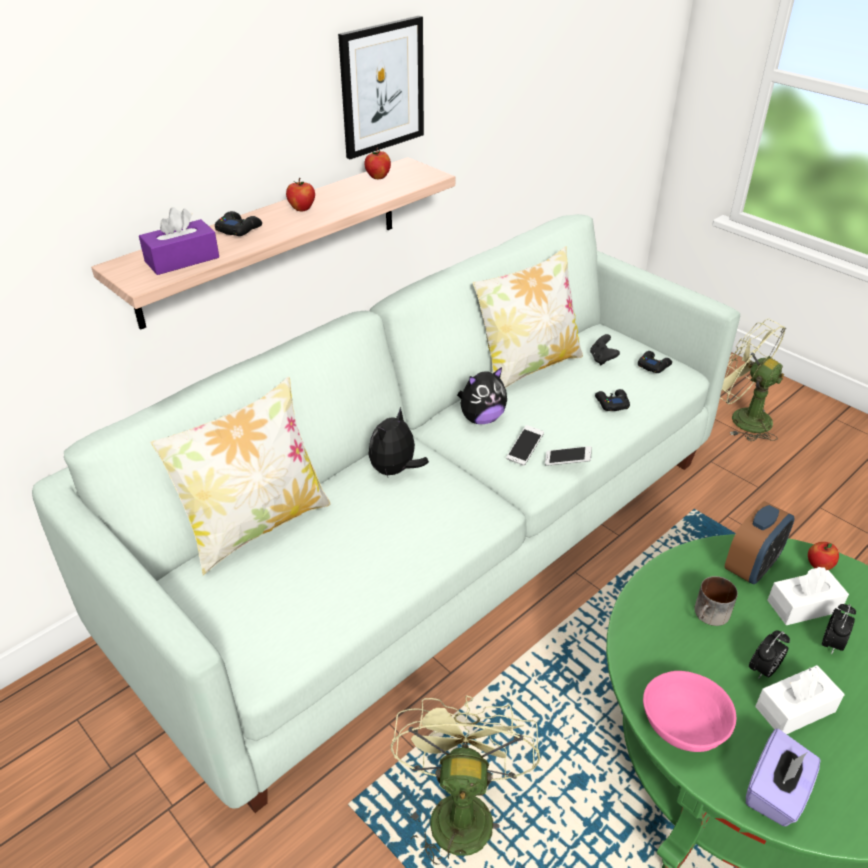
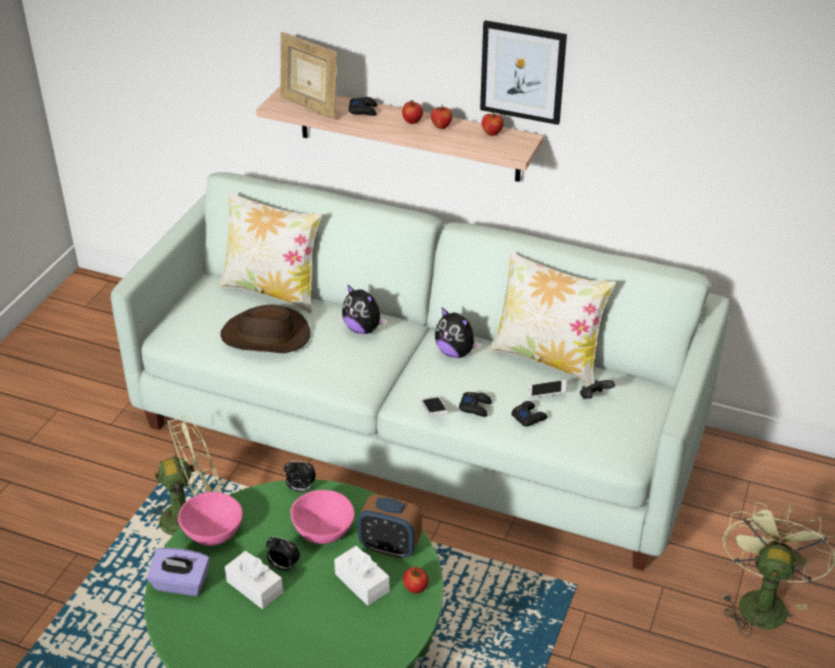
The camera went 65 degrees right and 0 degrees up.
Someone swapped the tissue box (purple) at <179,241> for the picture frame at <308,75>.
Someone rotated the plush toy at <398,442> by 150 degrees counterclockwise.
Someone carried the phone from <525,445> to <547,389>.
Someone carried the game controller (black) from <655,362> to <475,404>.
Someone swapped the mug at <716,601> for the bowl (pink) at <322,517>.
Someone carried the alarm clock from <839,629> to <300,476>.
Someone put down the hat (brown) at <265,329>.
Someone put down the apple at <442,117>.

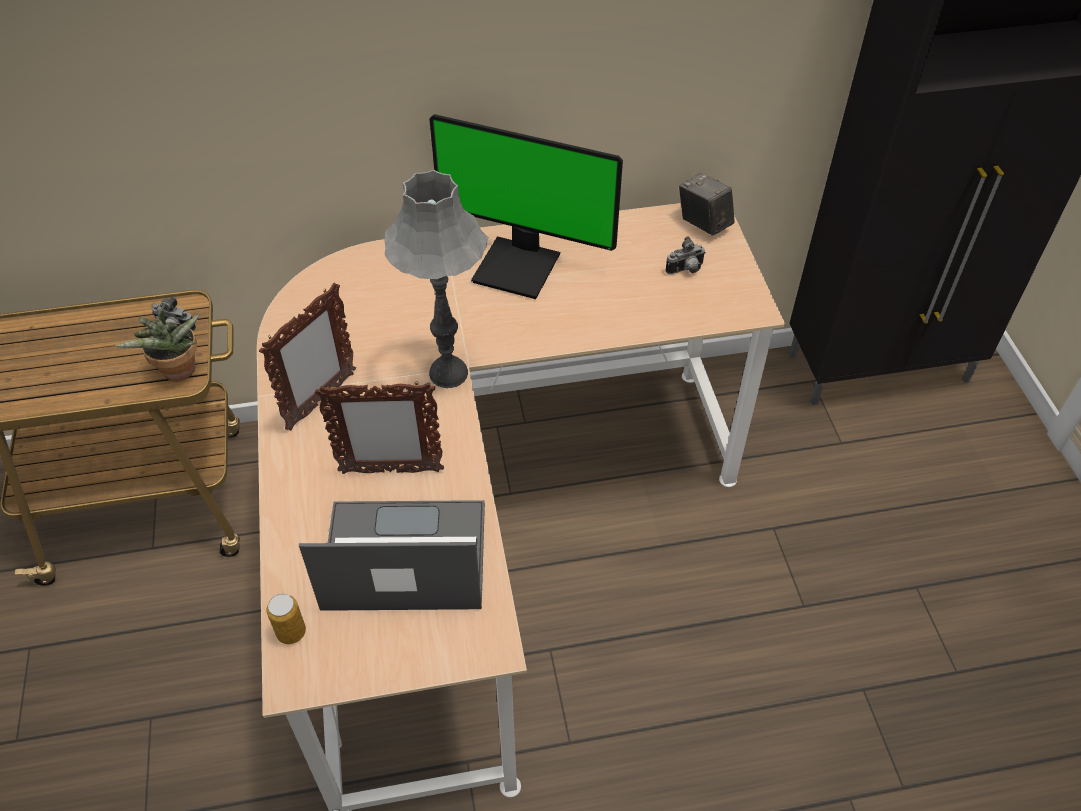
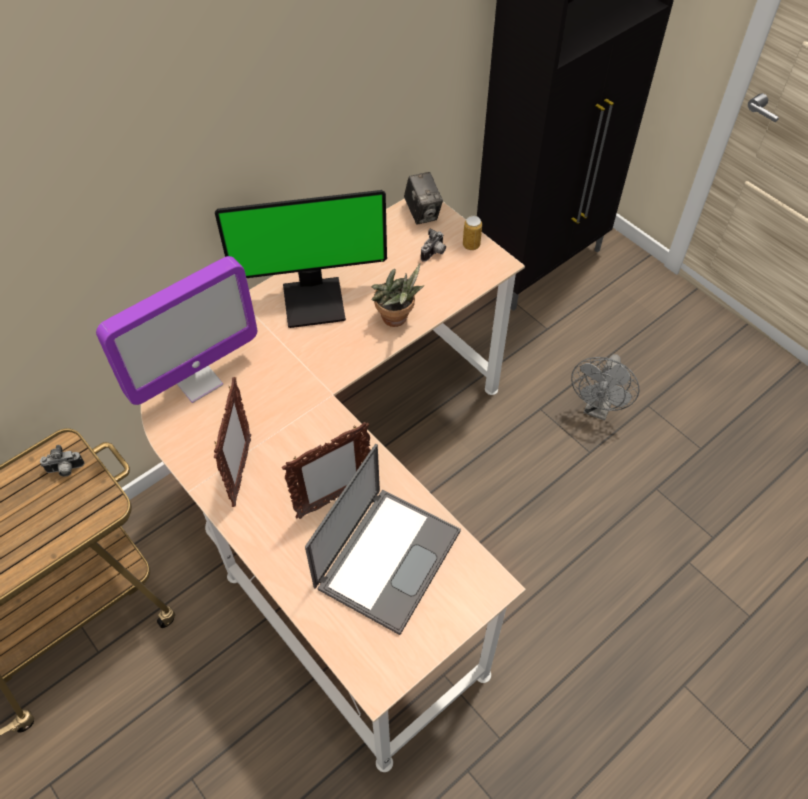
The camera went 30 degrees left and 5 degrees up.
Someone carried the potted plant from <157,344> to <397,295>.
Someone carried the can from <286,619> to <472,233>.
Someone rotated the laptop at <392,555> by 150 degrees clockwise.
Someone took away the table lamp (grey) at <436,279>.
Someone rotated the photo camera at <707,204> by 135 degrees counterclockwise.
Someone put down the monitor at <177,330>.
Someone put down the fan (grey) at <605,387>.

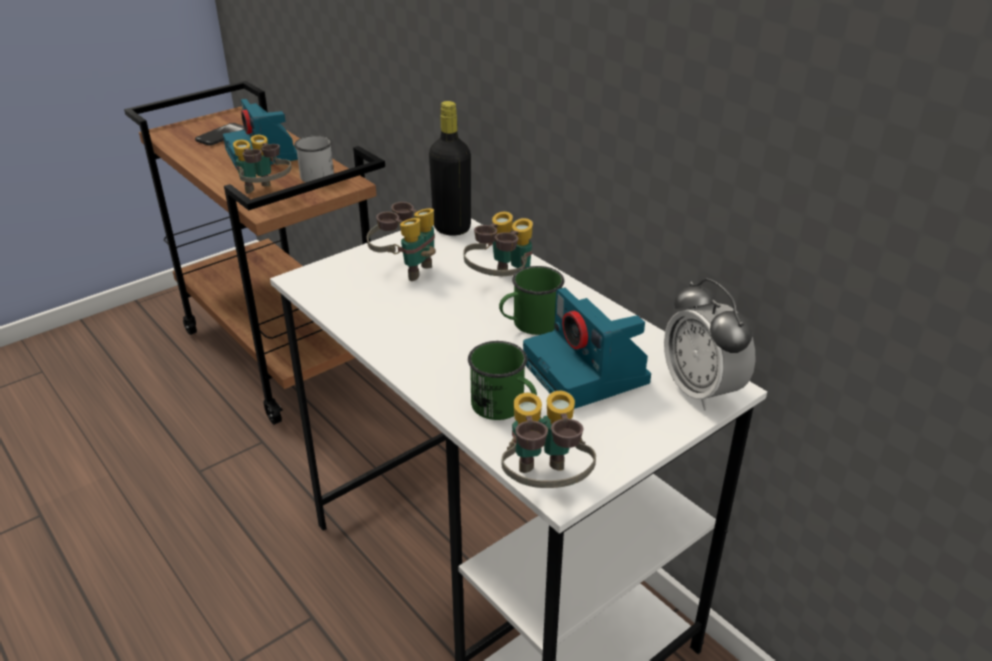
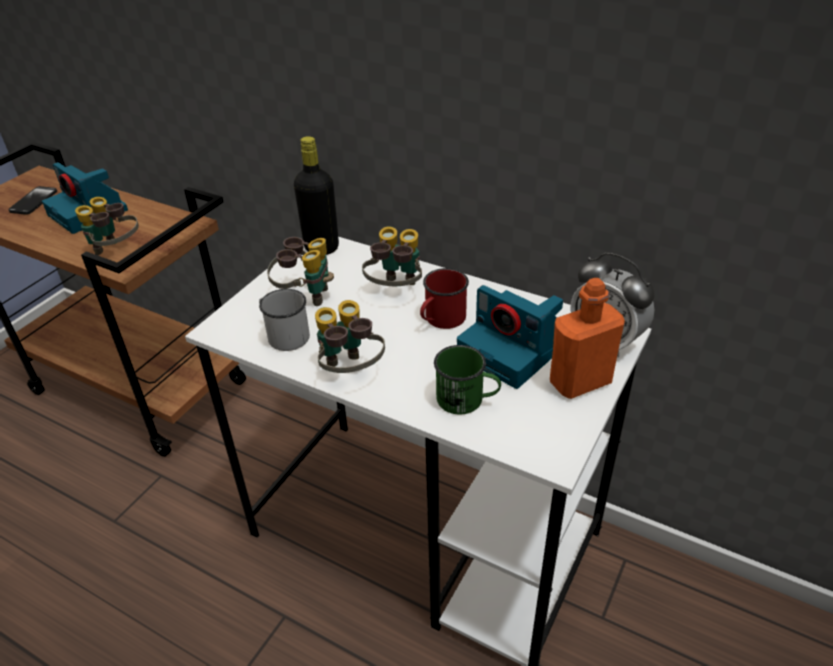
The camera went 20 degrees left and 5 degrees up.
Someone carried the mug (white) from <314,159> to <284,320>.
Someone repainted the mug (green) at <531,300>, which became the mug (red) at <444,298>.
Someone carried the binoculars from <549,439> to <350,336>.
Someone put down the bottle (orange) at <587,338>.

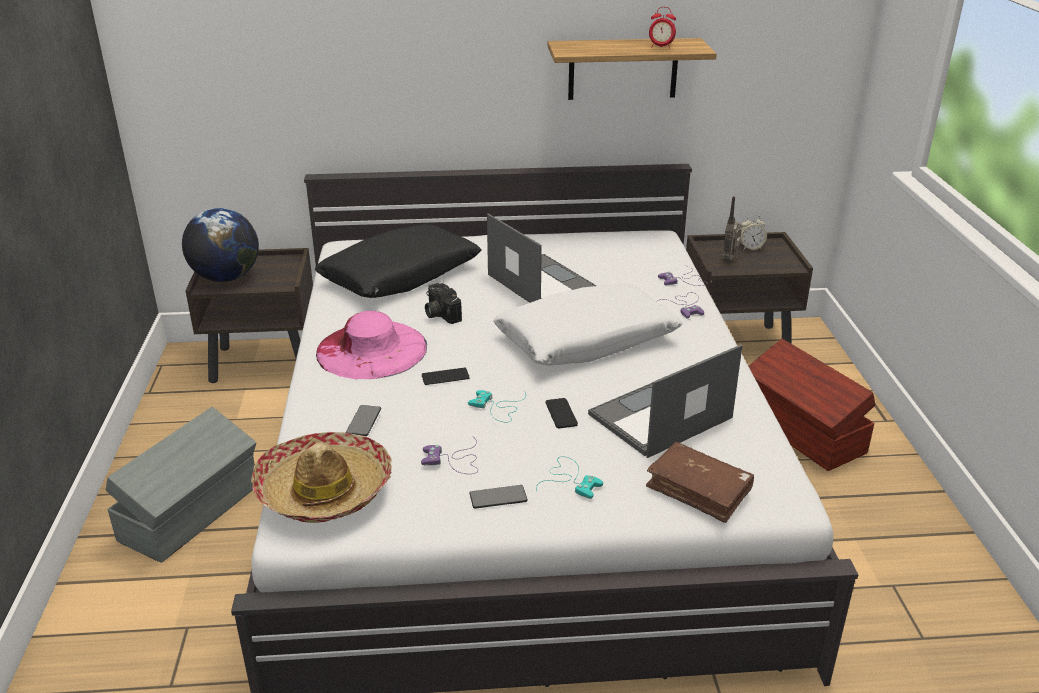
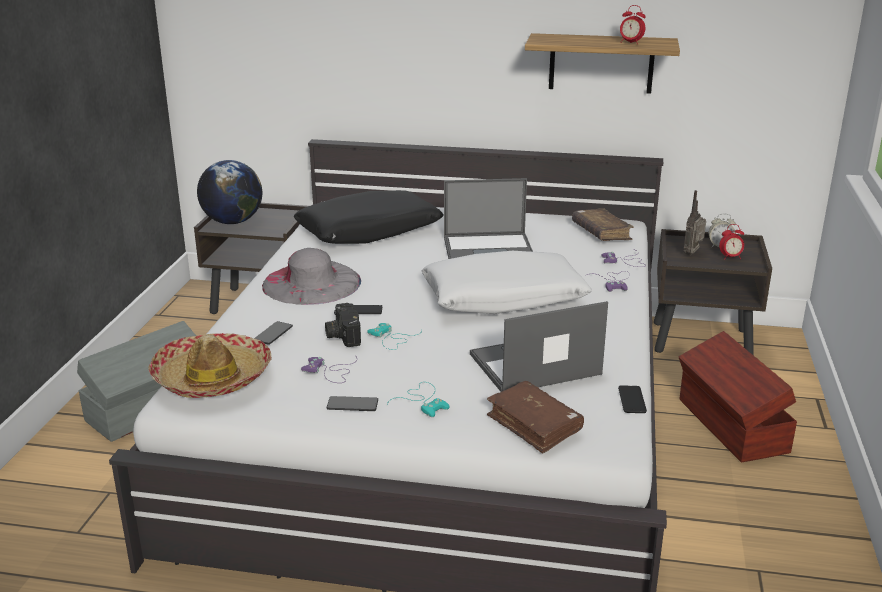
The camera went 15 degrees right and 5 degrees down.
Someone repainted the hat (pink) at <371,345>, which became the hat (grey) at <311,276>.
Someone carried the photo camera from <443,303> to <343,325>.
Someone rotated the laptop at <542,258> by 105 degrees clockwise.
Someone carried the phone from <562,413> to <632,399>.
Someone put down the book (brown) at <603,225>.
Someone put down the alarm clock at <731,242>.

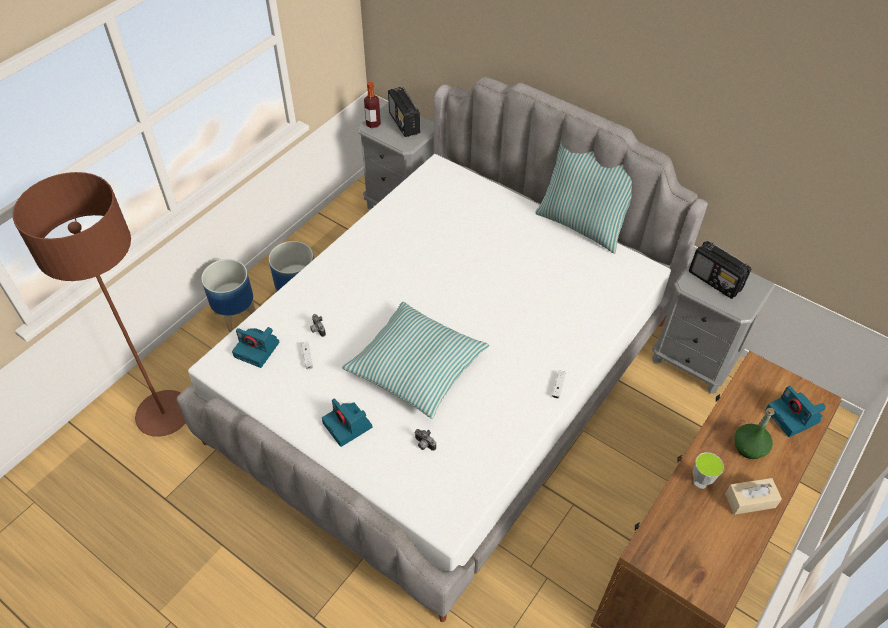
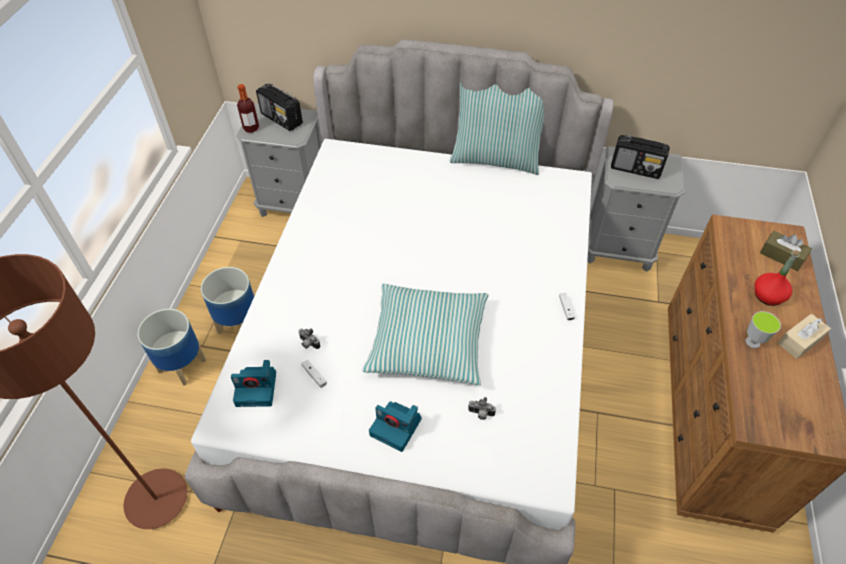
The camera went 25 degrees left and 0 degrees up.
Someone repainted the bottle (green) at <754,433>, which became the bottle (red) at <777,278>.
Someone swapped the photo camera at <796,411> for the tissue box (brown) at <786,251>.

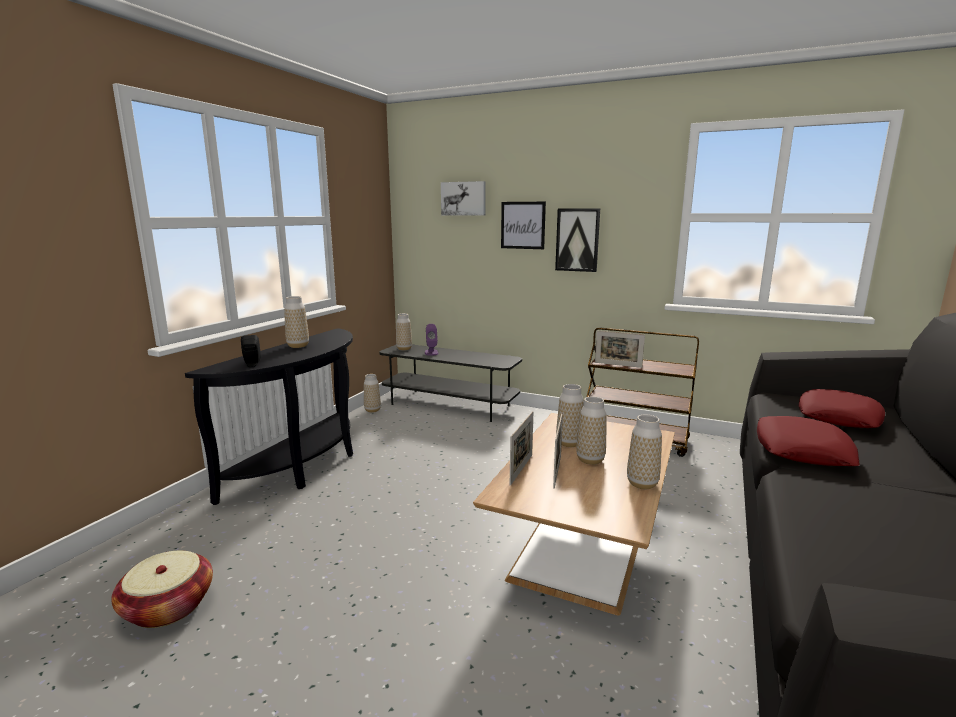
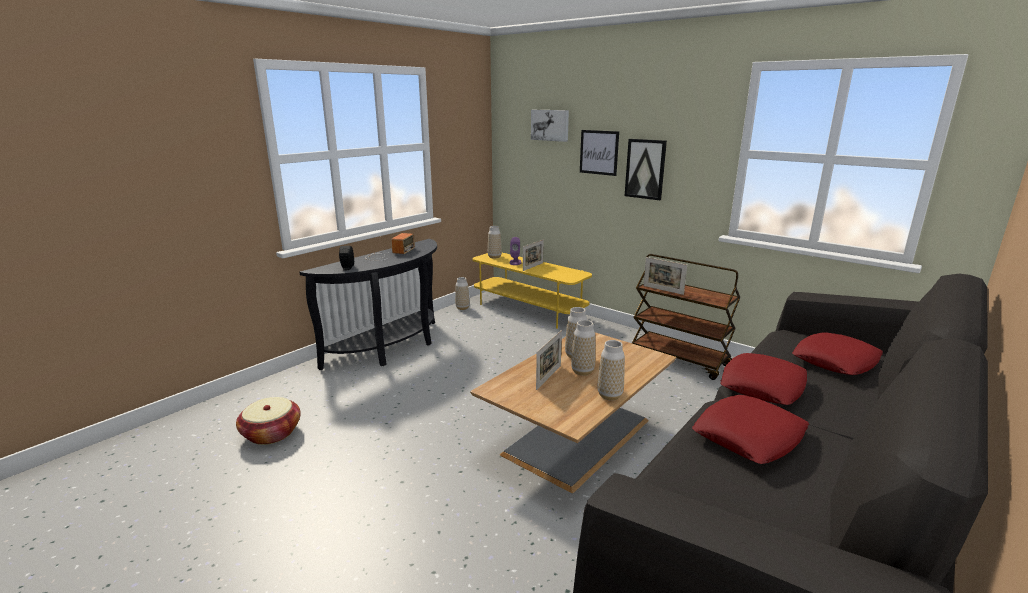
The camera went 15 degrees right and 5 degrees up.
Someone swapped the vase at <296,322> for the radio at <390,247>.
Someone repainted the tv stand (grey) at <450,383>, which became the tv stand (yellow) at <532,291>.
Someone carried the picture frame from <521,448> to <533,255>.
Someone put down the pillow (red) at <750,429>.

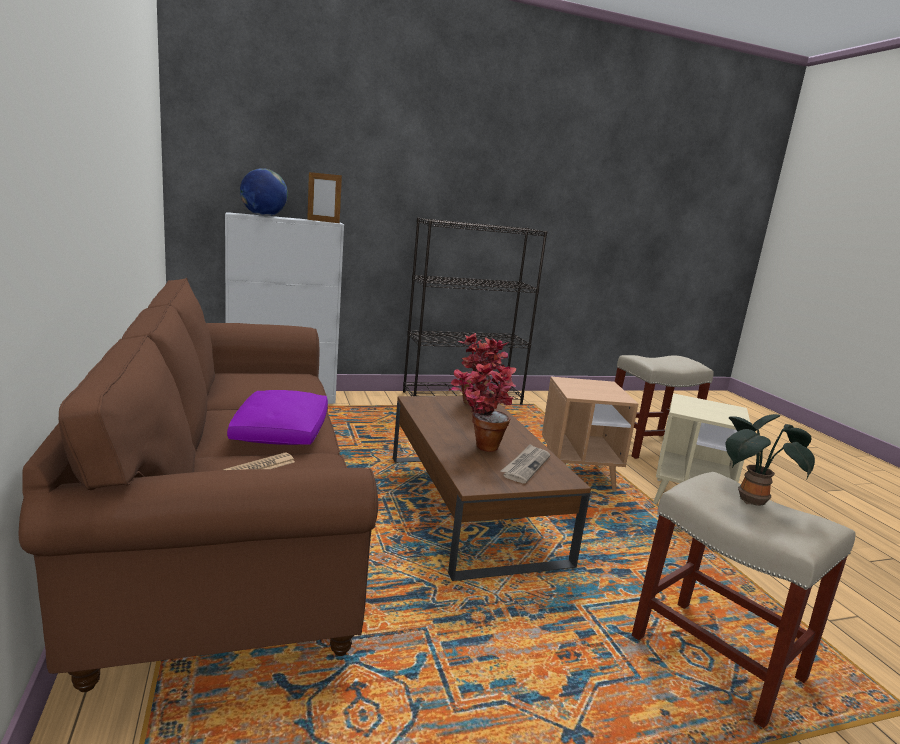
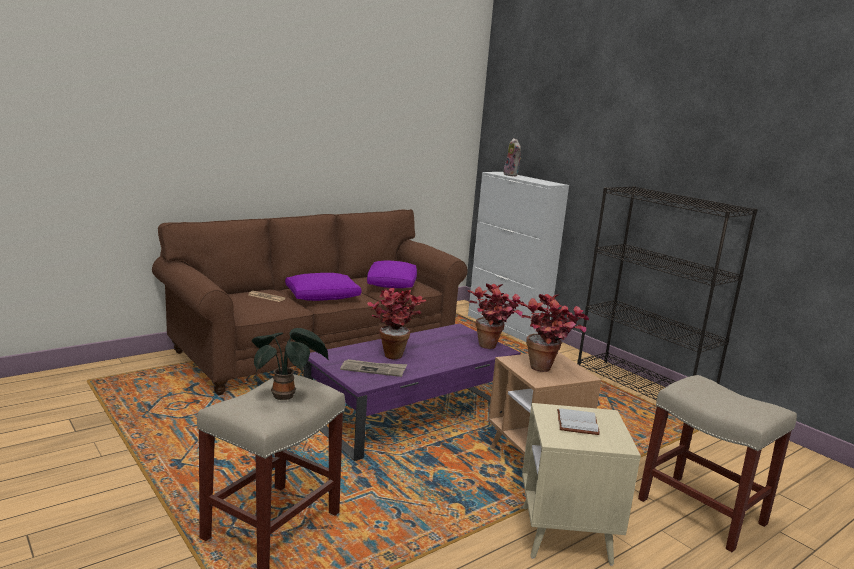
The camera went 70 degrees right and 0 degrees up.
Someone swapped the globe at <264,192> for the plush toy at <512,157>.
Someone took away the picture frame at <324,197>.
Someone repainted the coffee table (brown) at <492,488>, which became the coffee table (purple) at <412,392>.
Someone put down the pillow (purple) at <392,274>.
Someone put down the potted plant at <554,333>.
Someone put down the book (white) at <578,421>.

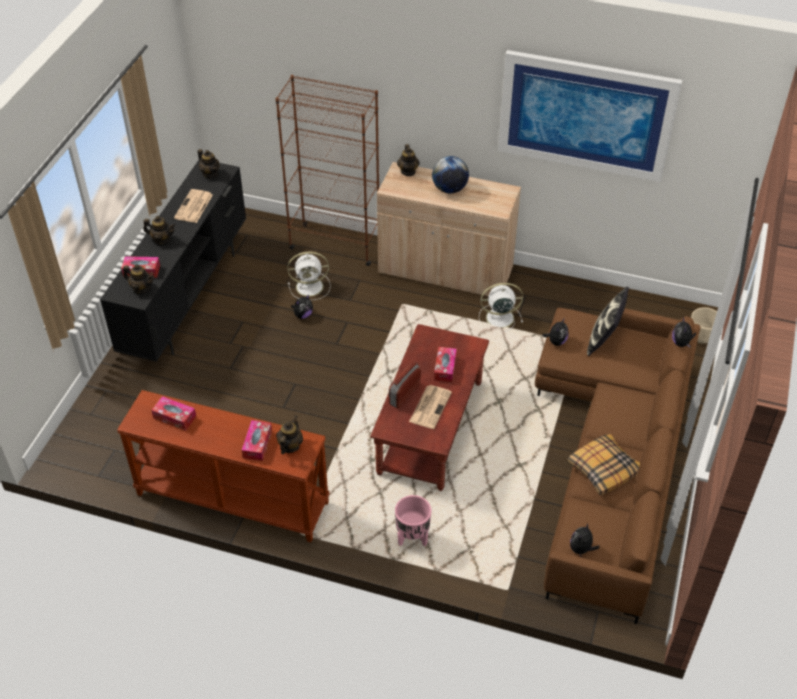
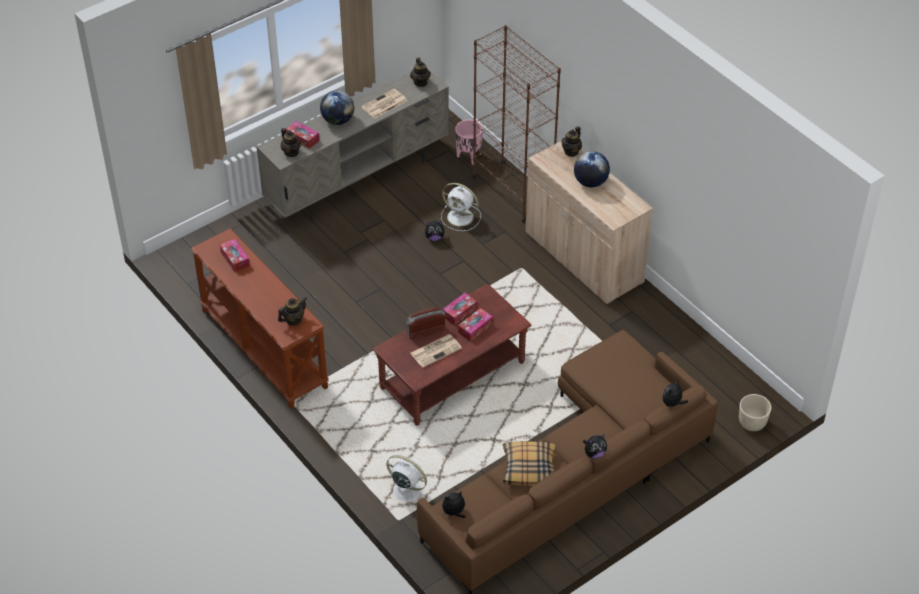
The camera went 35 degrees right and 0 degrees up.
Someone repainted the tv stand (black) at <173,261>, which became the tv stand (beige) at <352,145>.
Someone swapped the teapot at <159,230> for the globe at <337,108>.
Someone carried the tissue box from <257,440> to <459,309>.
Someone carried the planter (pink) from <413,520> to <469,142>.
Someone carried the fan (white) from <501,307> to <408,481>.
Someone took away the picture at <590,116>.
Someone carried the plush toy from <555,332> to <595,446>.
Someone took away the pillow at <608,321>.

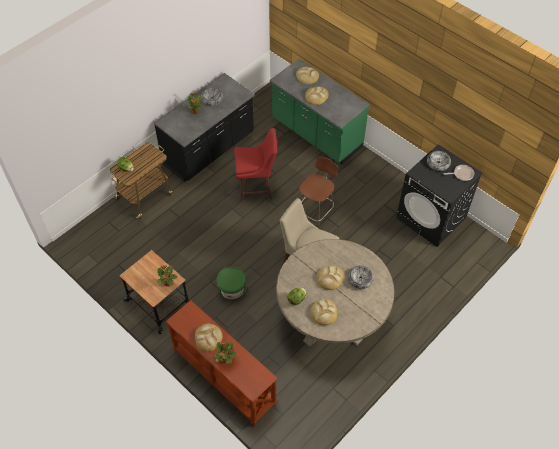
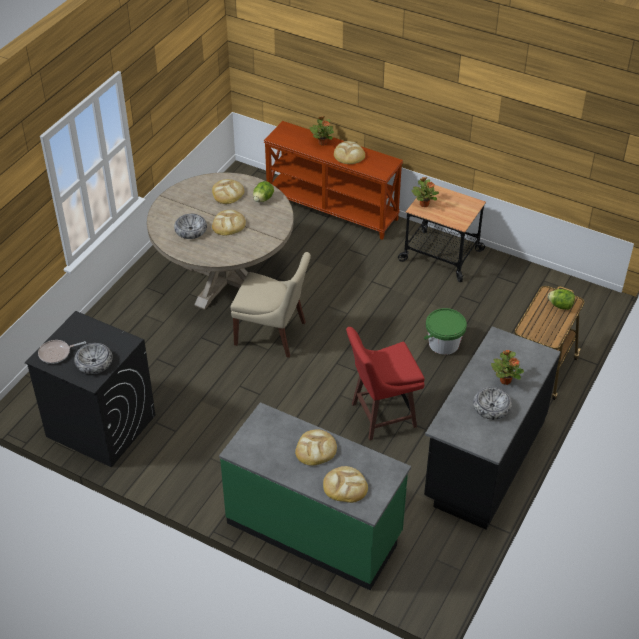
The camera went 165 degrees right and 10 degrees down.
Someone carried the bucket (green) from <232,283> to <445,331>.
Someone took away the stool (brown) at <318,192>.

